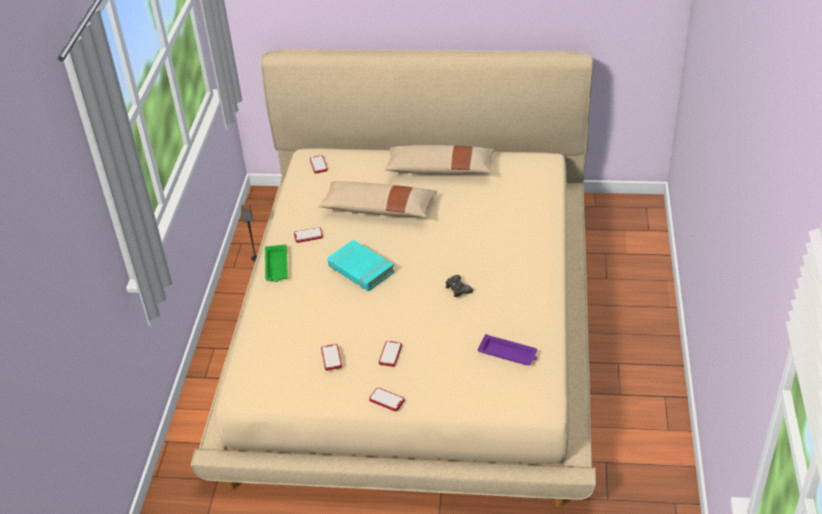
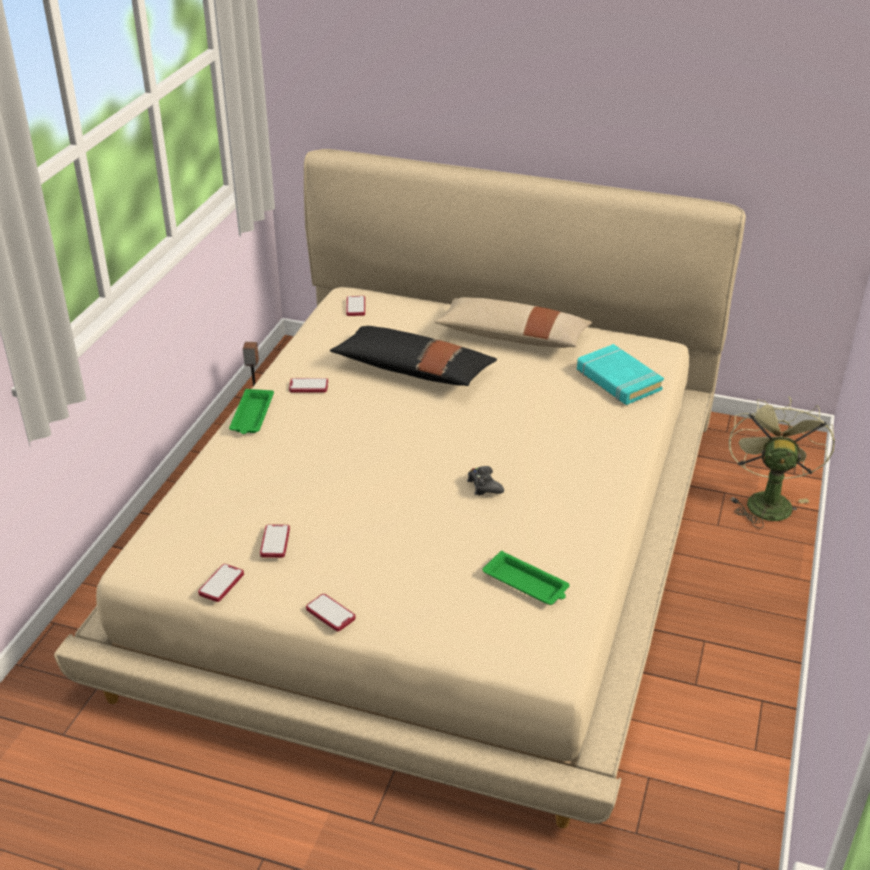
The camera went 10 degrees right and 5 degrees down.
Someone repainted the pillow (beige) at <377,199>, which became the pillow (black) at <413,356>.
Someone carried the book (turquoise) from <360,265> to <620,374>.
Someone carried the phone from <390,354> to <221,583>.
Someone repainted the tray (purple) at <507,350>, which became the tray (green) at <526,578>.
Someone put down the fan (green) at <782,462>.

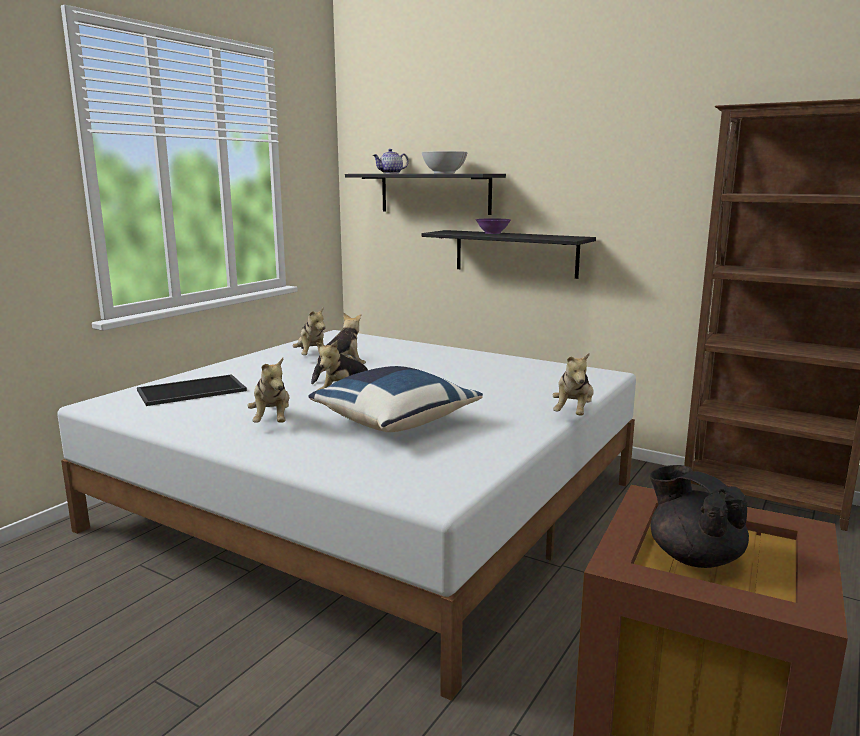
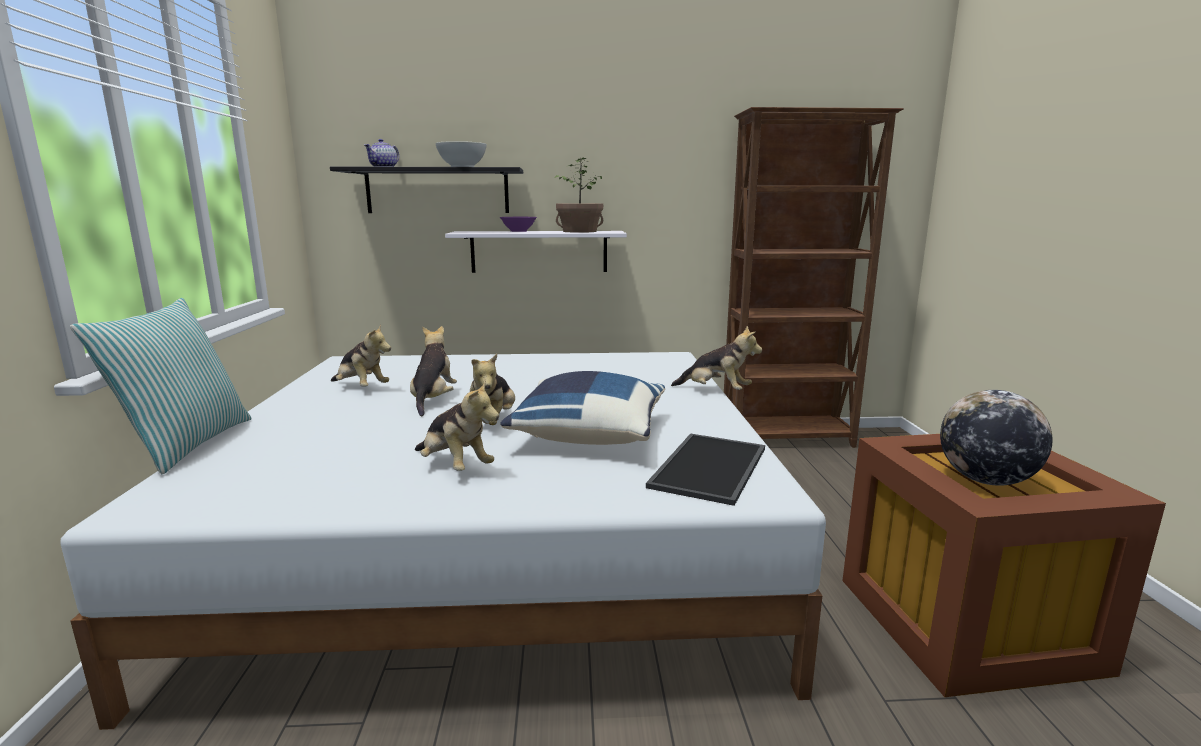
The camera went 35 degrees left and 0 degrees up.
Someone carried the tray from <192,390> to <705,469>.
Someone repainted the shelf (black) at <508,254>, which became the shelf (white) at <536,252>.
Someone rotated the plush toy at <573,384> by 45 degrees counterclockwise.
Someone swapped the teapot (black) at <699,516> for the globe at <996,438>.
Someone put down the pillow at <160,386>.
Someone put down the potted plant at <579,195>.

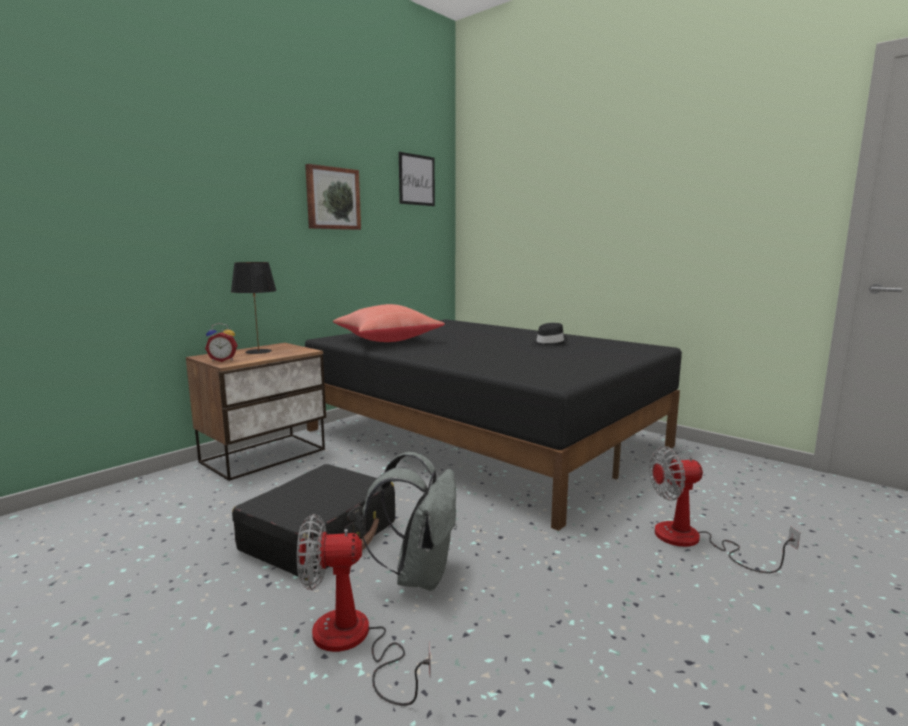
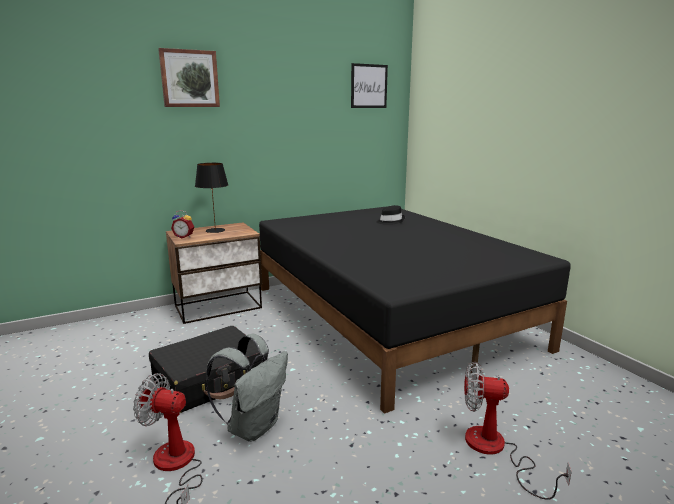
The camera went 20 degrees right and 5 degrees up.
Someone carried the picture from <333,197> to <189,77>.
Someone took away the pillow (red) at <389,323>.
Someone carried the hat (black) from <549,335> to <390,215>.

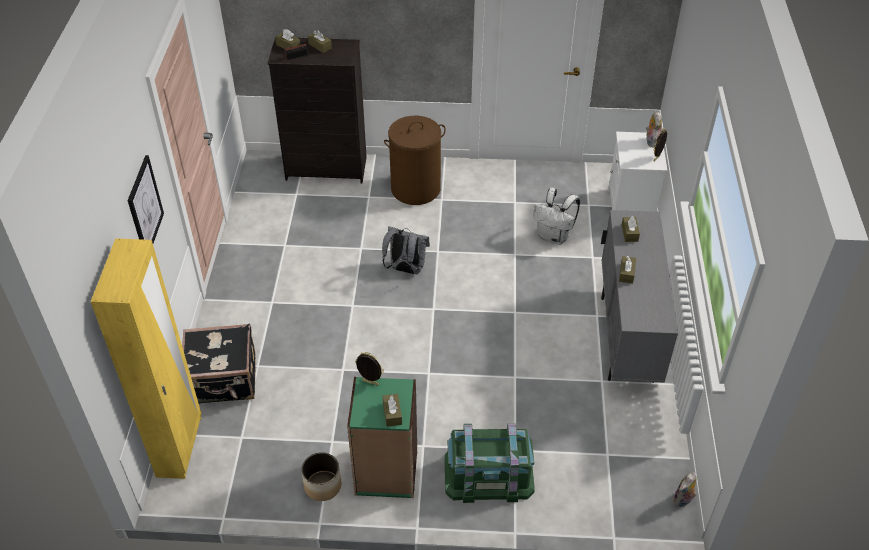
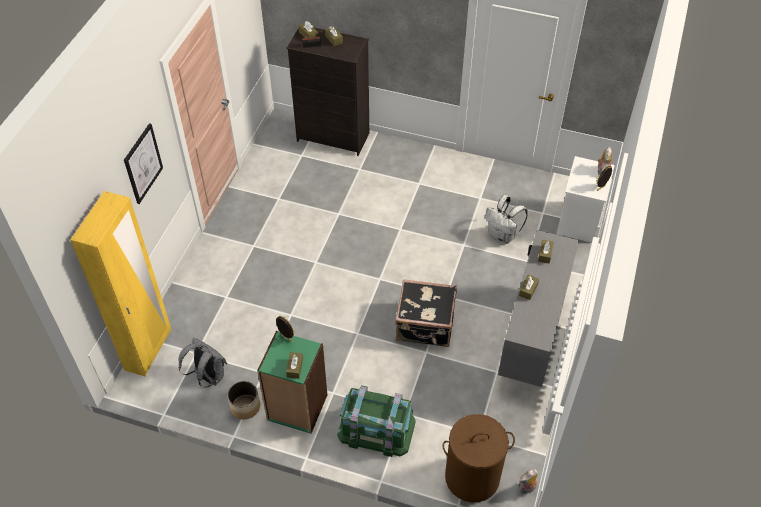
The camera went 15 degrees right and 5 degrees up.
Someone carried the suitcase (black) from <219,363> to <426,313>.
Someone carried the backpack (grey) from <406,250> to <203,363>.
Someone carried the laundry basket (brown) from <415,160> to <479,458>.

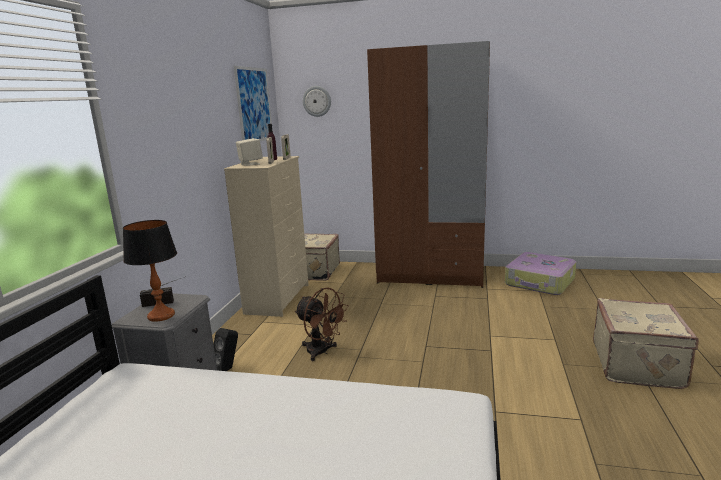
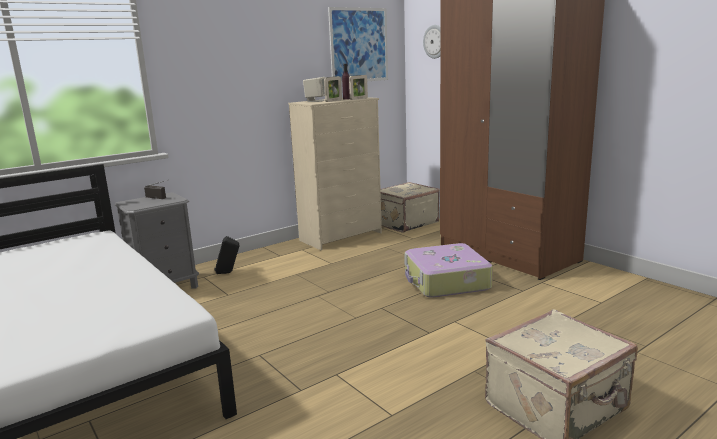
The camera went 40 degrees right and 0 degrees up.
Someone took away the table lamp at <150,271>.
Someone took away the fan (brown) at <321,324>.
Someone carried the suitcase from <540,273> to <448,270>.

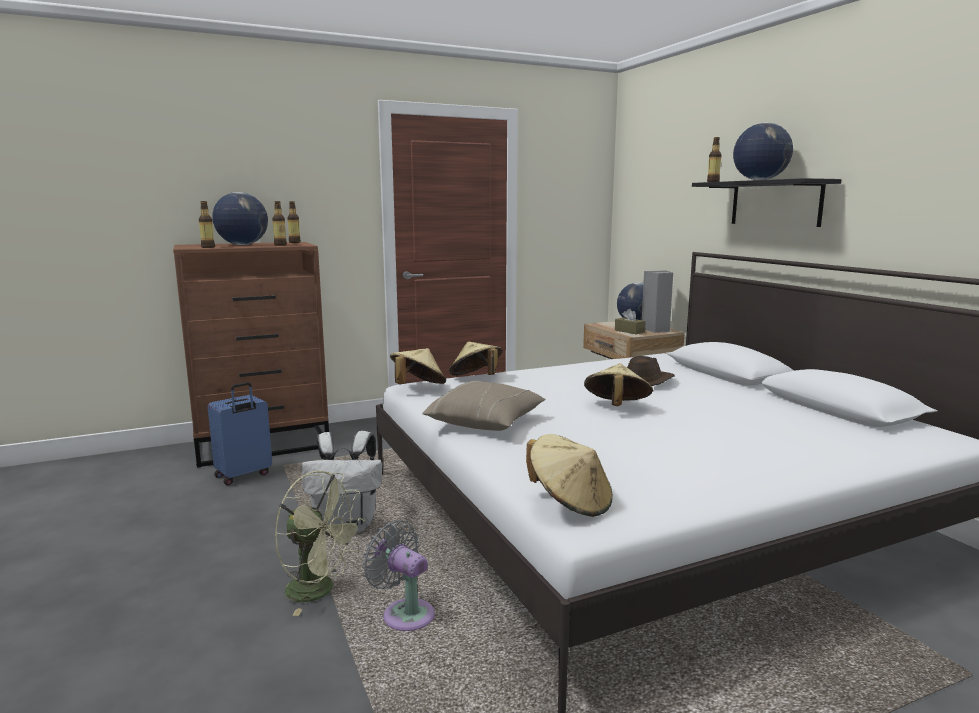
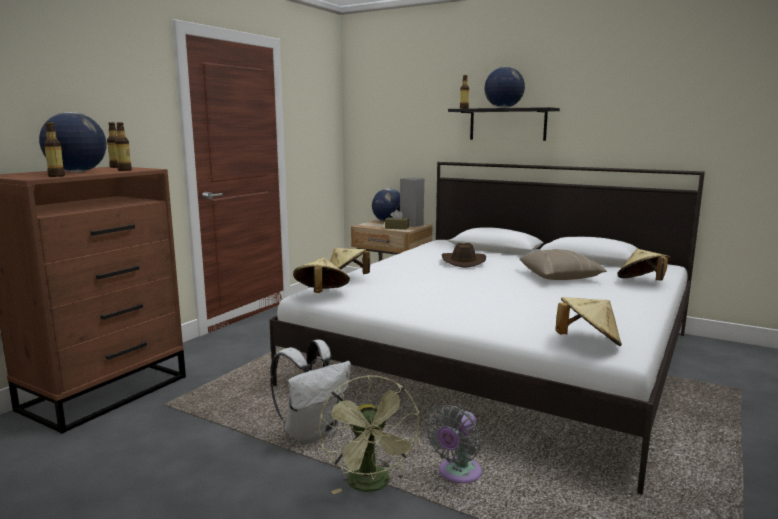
The camera went 35 degrees left and 0 degrees up.
Someone took away the suitcase (blue) at <239,433>.
Someone rotated the fan (green) at <320,543> by 90 degrees clockwise.
Someone rotated the fan (grey) at <398,575> by 60 degrees counterclockwise.
Someone carried the pillow (beige) from <483,406> to <563,264>.
Someone carried the hat (beige) from <618,384> to <644,264>.

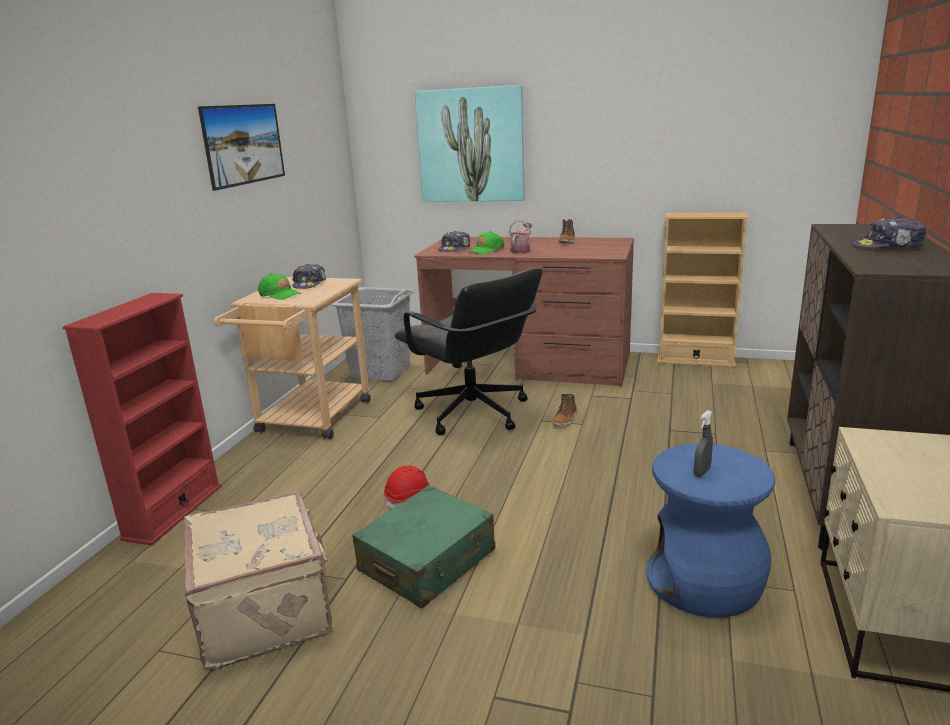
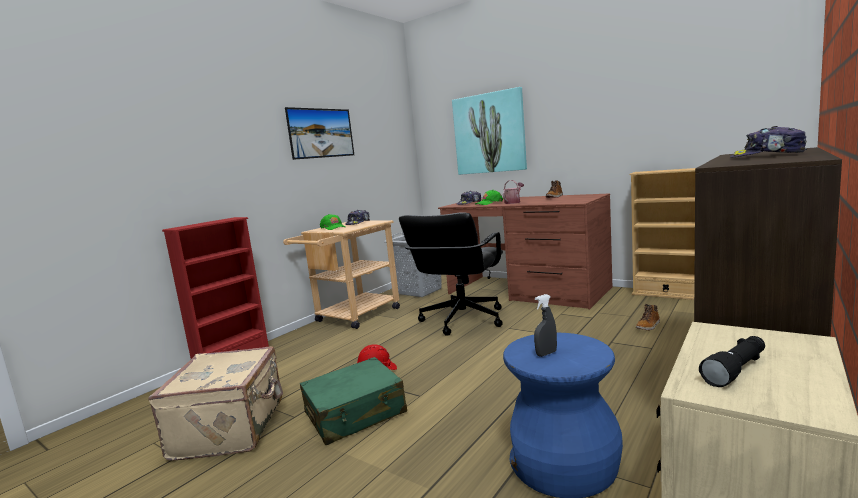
The camera went 20 degrees right and 10 degrees down.
Someone rotated the office chair (black) at <468,351> by 45 degrees clockwise.
Someone carried the boot from <564,410> to <648,317>.
Someone put down the flashlight (black) at <732,361>.

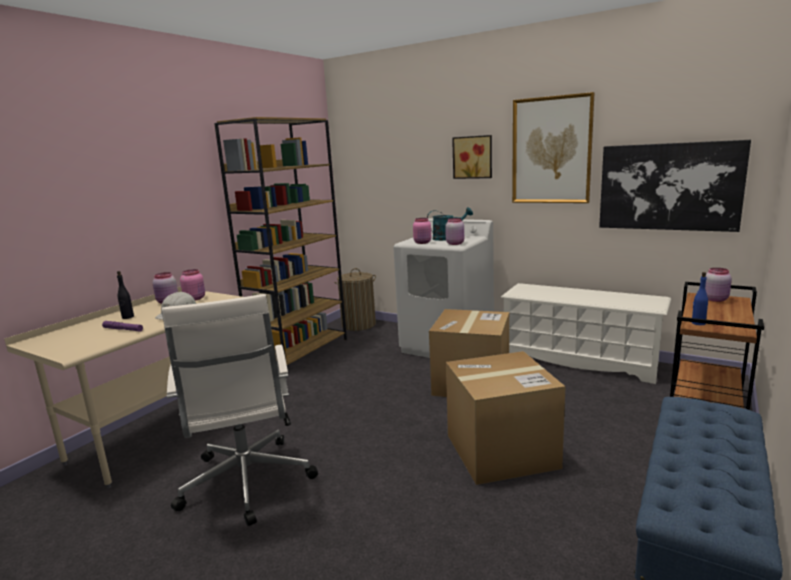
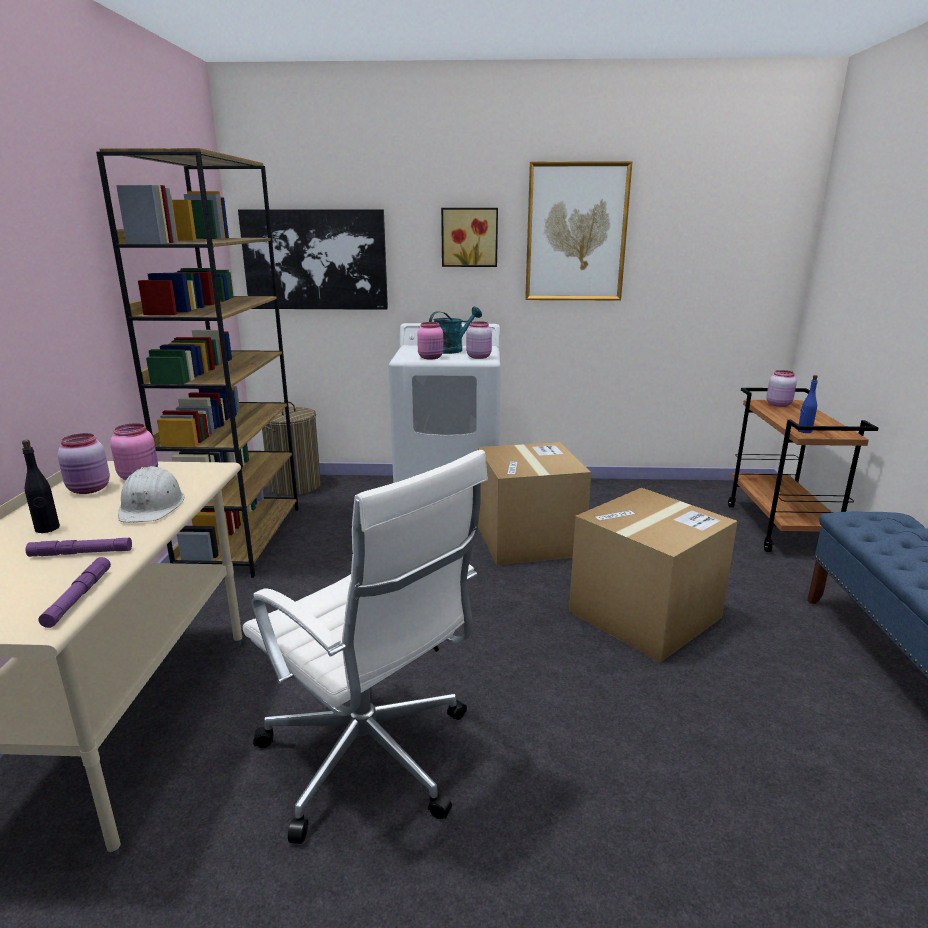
The camera went 30 degrees left and 5 degrees up.
Someone took away the shoe rack (white) at <586,333>.
Someone carried the picture from <675,186> to <313,259>.
Someone put down the flashlight (purple) at <74,592>.

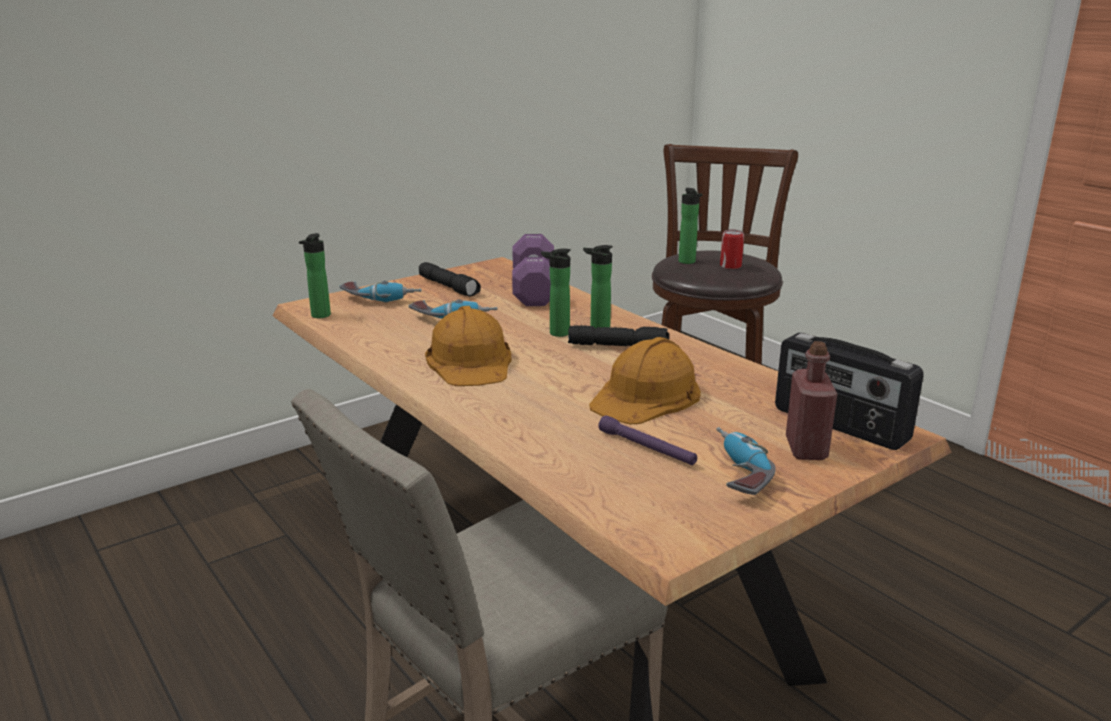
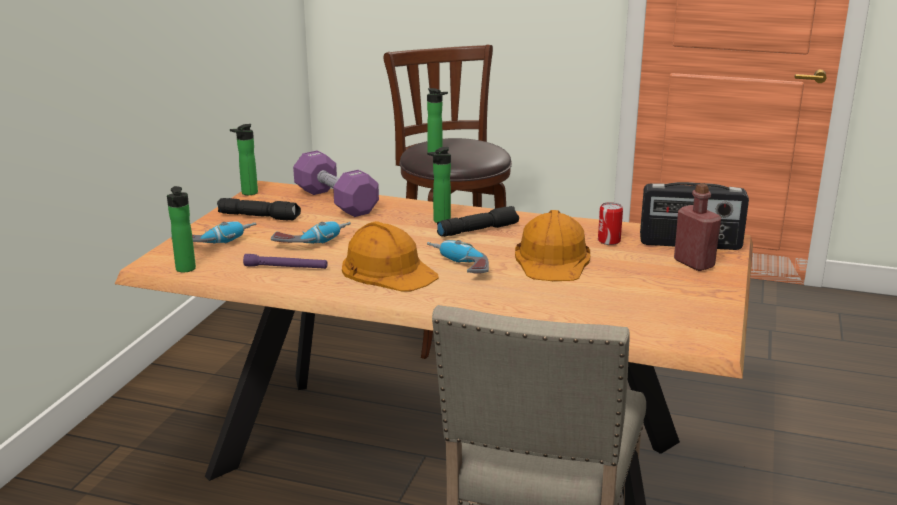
The camera went 35 degrees left and 0 degrees up.
Someone carried the bottle from <556,292> to <244,159>.
Someone carried the flashlight (purple) from <648,440> to <285,261>.
Someone carried the power drill from <746,461> to <458,257>.
Someone carried the can from <732,249> to <610,223>.

